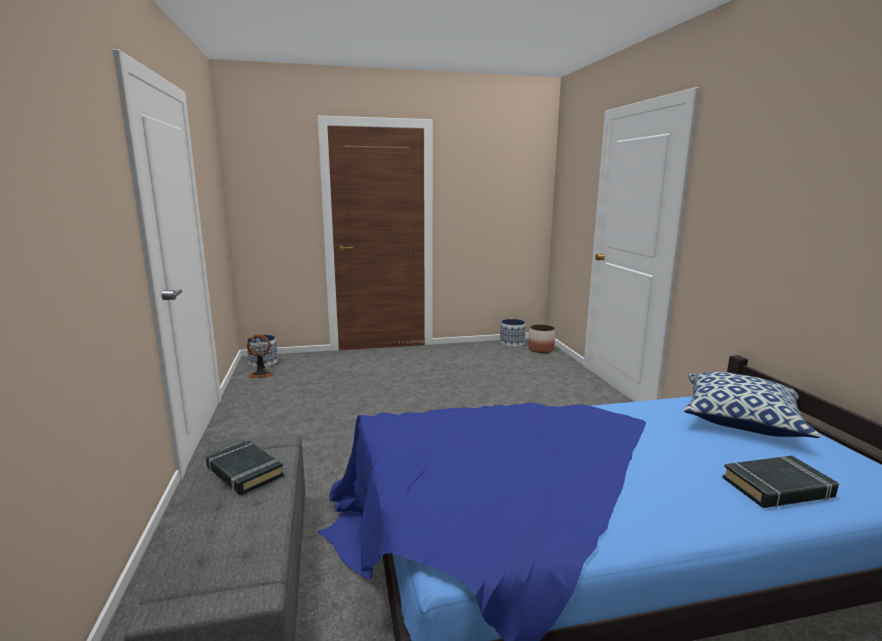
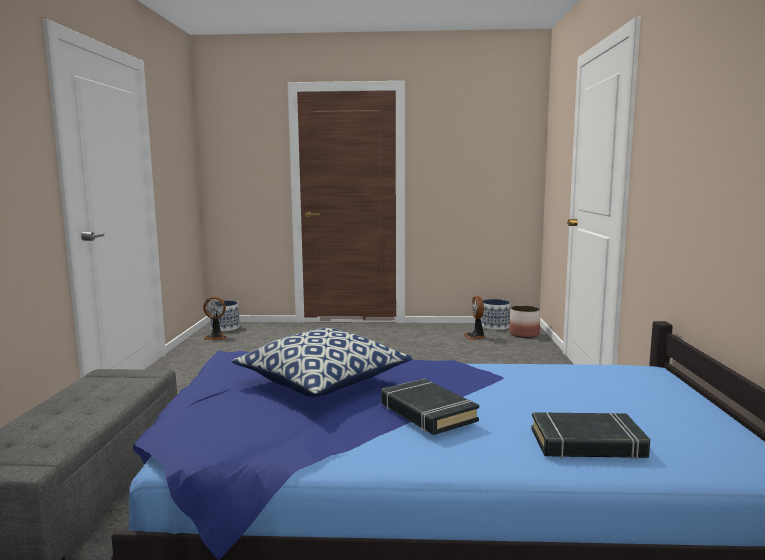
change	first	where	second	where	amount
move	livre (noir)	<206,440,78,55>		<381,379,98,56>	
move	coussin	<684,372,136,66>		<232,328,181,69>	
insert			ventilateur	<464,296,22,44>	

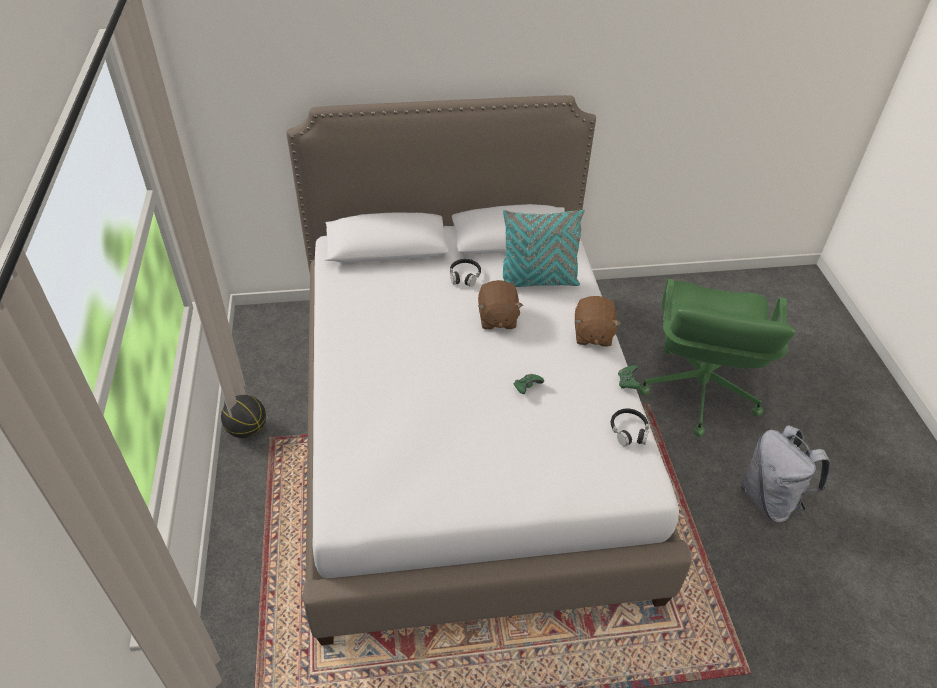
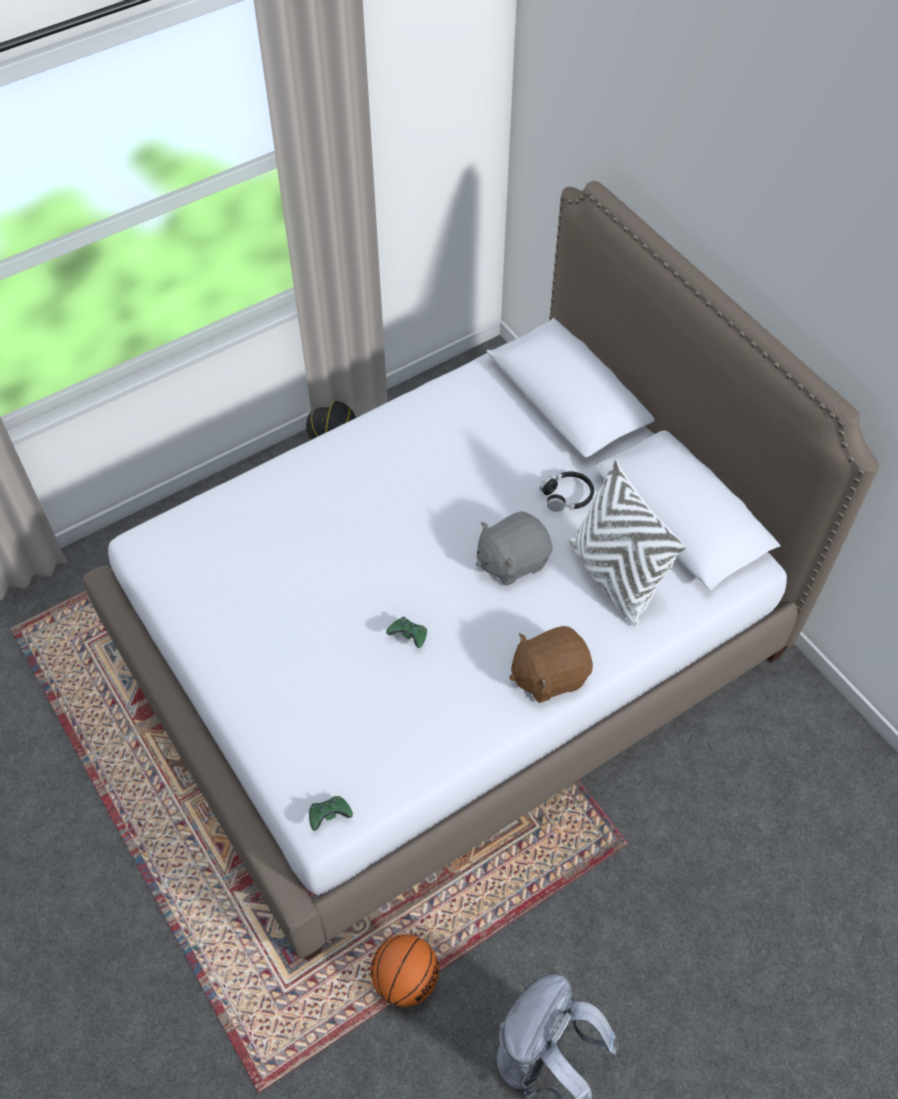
change	first	where	second	where	amount
recolor	peluche (marron)	<478,280,45,50>	peluche (gris)	<476,511,76,75>	
recolor	coussin (turquoise)	<503,209,82,78>	coussin (blanc)	<569,459,117,168>	
delete	casque audio (noir)	<611,408,38,38>			
move	manette (vert)	<618,365,22,24>		<309,796,44,35>	
delete	chaise de bureau (vert)	<639,279,157,158>			
insert			ballon de basket	<371,934,68,73>	

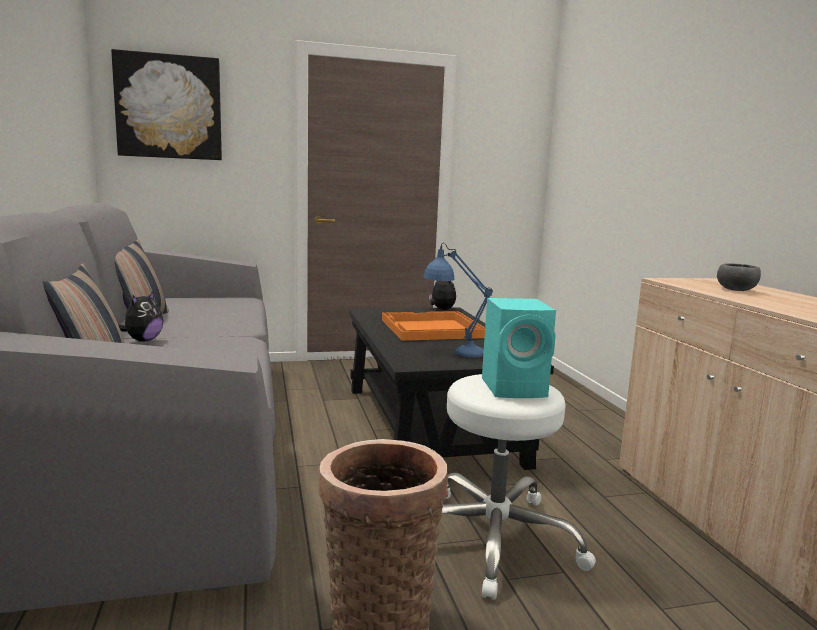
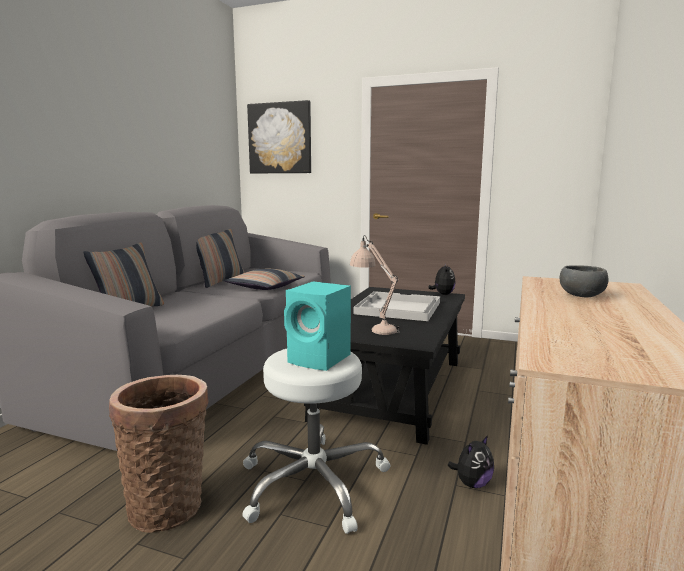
change	first	where	second	where	amount
move	peluche	<118,291,45,51>		<448,435,46,53>	
recolor	plateau (orange)	<382,311,103,30>	plateau (blanc)	<353,291,87,30>	
recolor	lampe de table (bleu)	<423,243,70,114>	lampe de table (beige)	<350,235,50,100>	
insert			coussin	<224,269,81,21>	

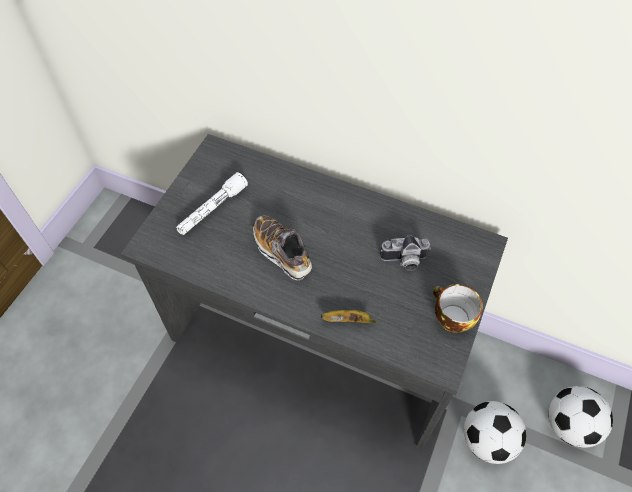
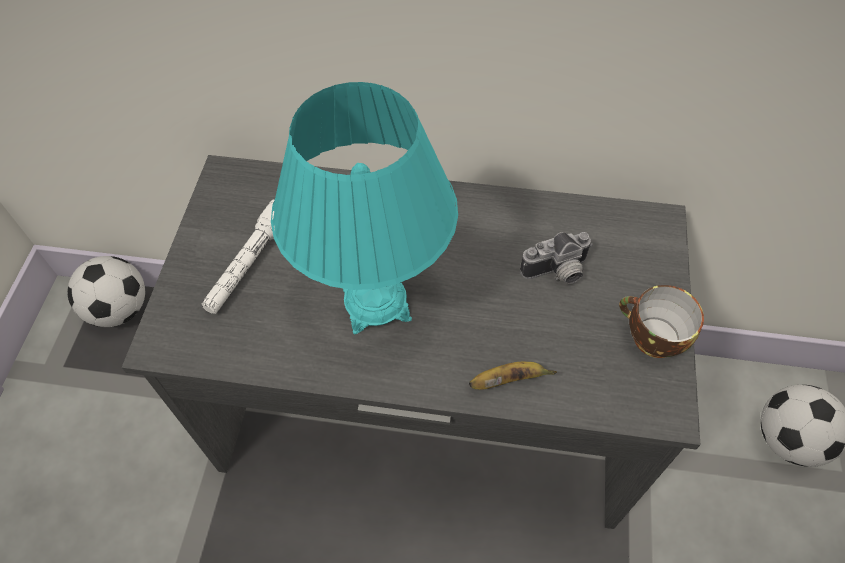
change	first	where	second	where	amount
replace	chaussure	<253,215,59,66>	lampe de table (turquoise)	<271,82,187,252>	
move	ballon de foot	<464,401,62,63>		<67,256,78,71>	

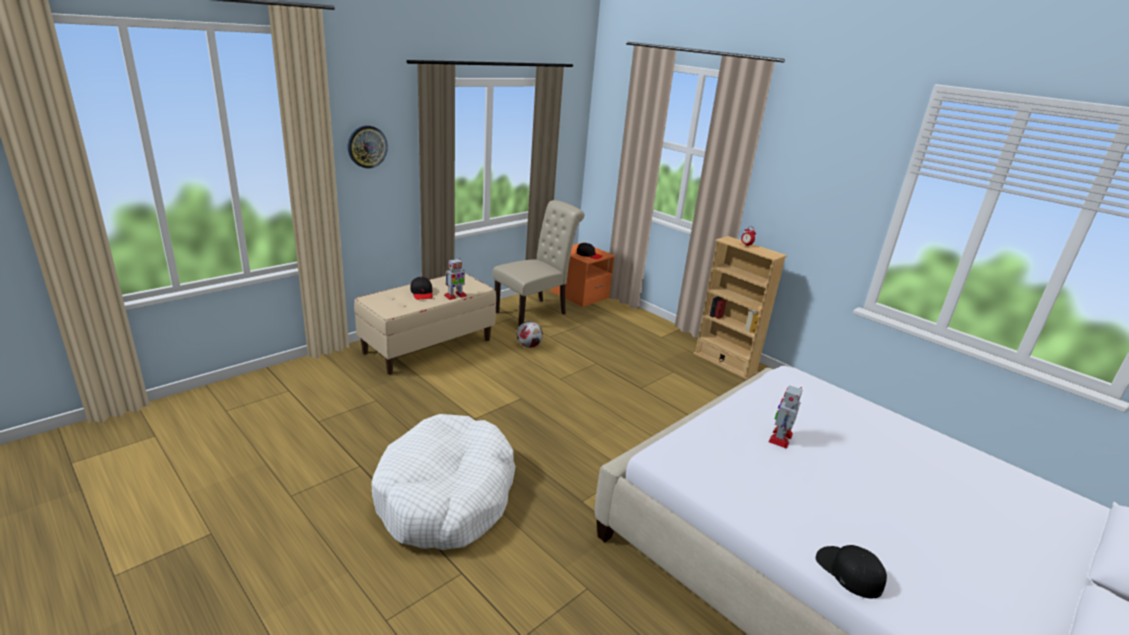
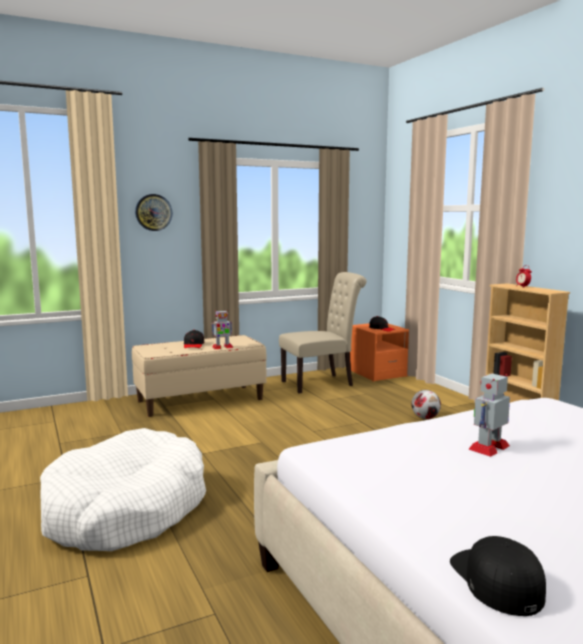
change	first	where	second	where	amount
move	ballon de foot	<517,321,26,27>		<411,390,30,29>	

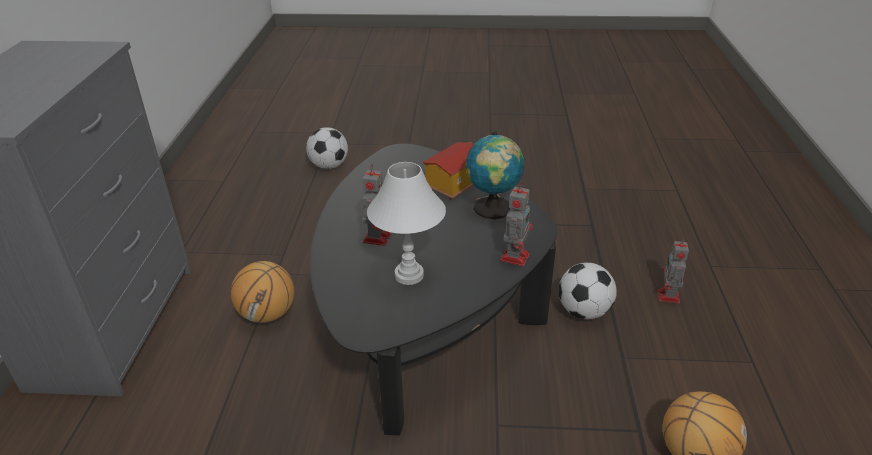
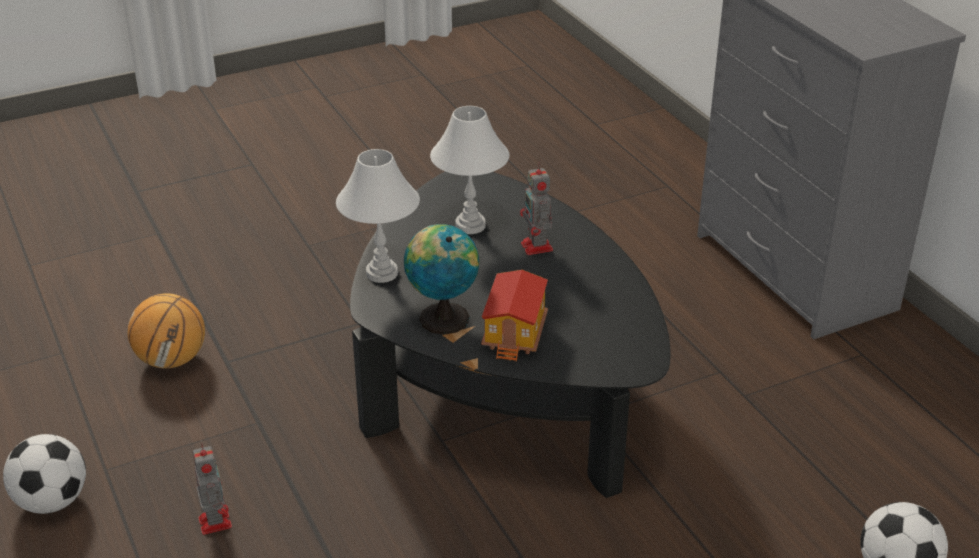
change	first	where	second	where	amount
delete	ballon de basket	<231,261,63,62>			
replace	robot jouet	<500,181,33,85>	lampe de table (blanc)	<336,149,84,134>	
move	ballon de foot	<558,263,59,57>		<3,434,83,80>	

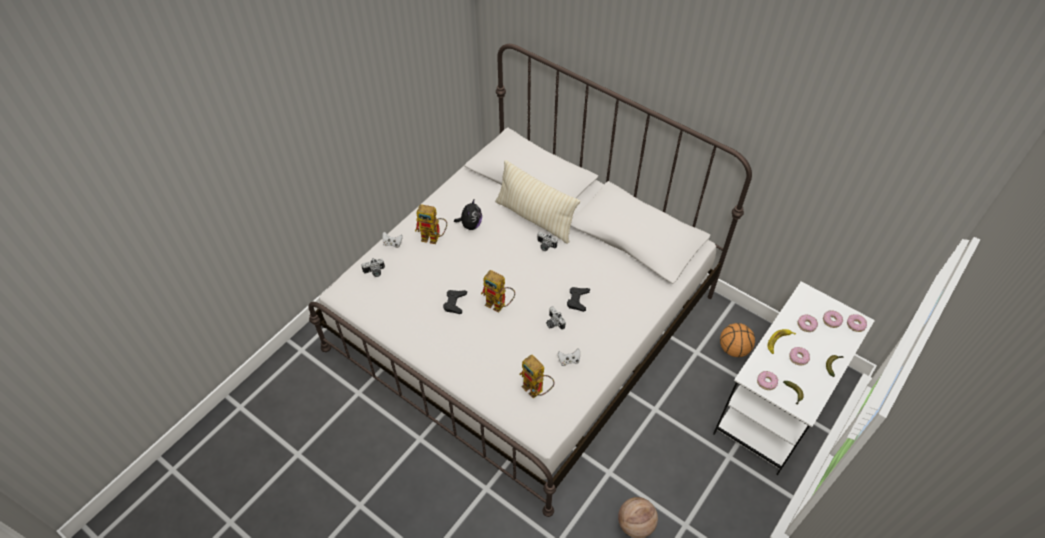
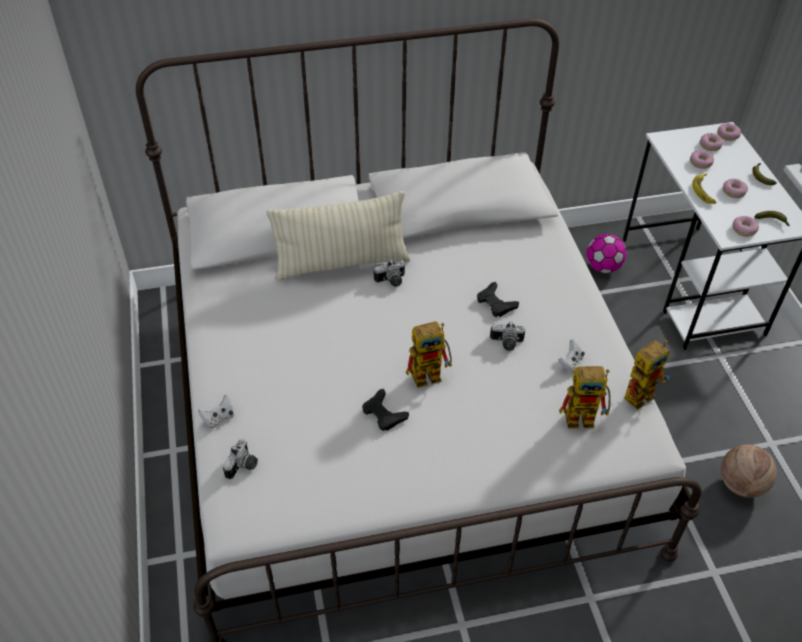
change	first	where	second	where	amount
move	robot jouet	<415,204,32,40>		<624,340,46,70>	
delete	peluche	<454,198,28,32>			
replace	ballon de basket	<720,323,35,34>	ballon de foot	<586,234,40,39>	

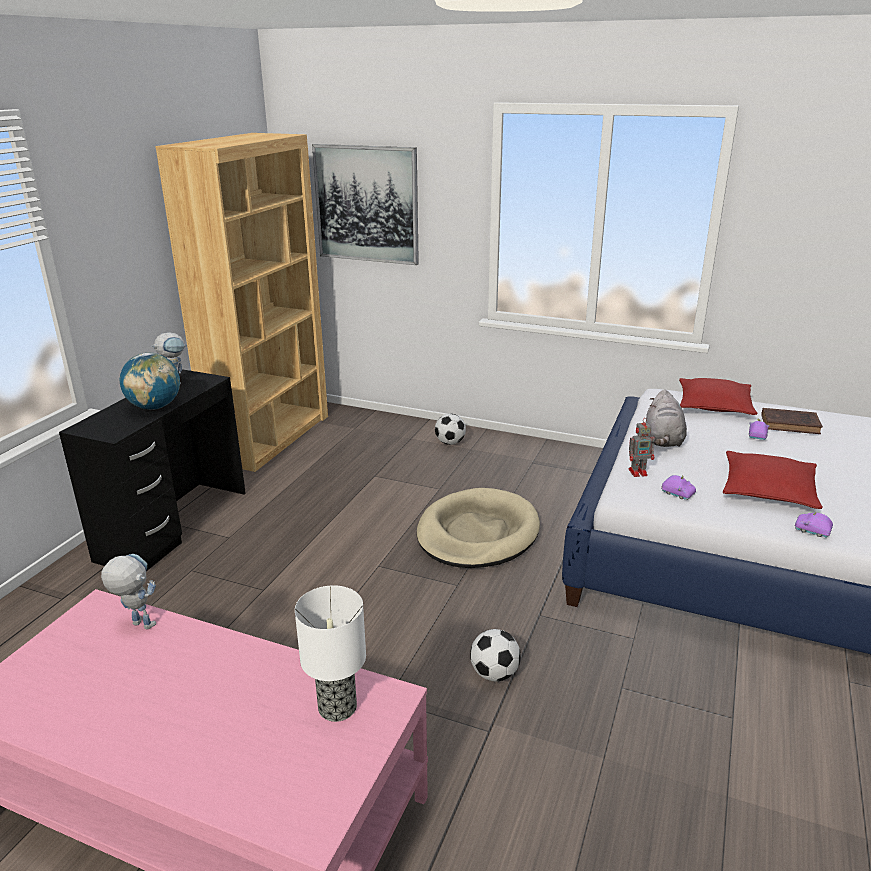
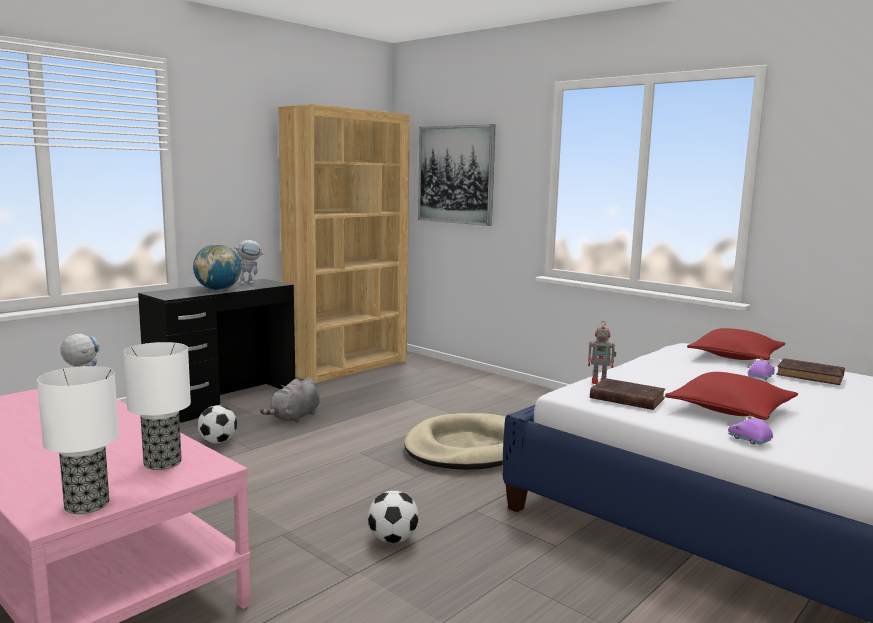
change	first	where	second	where	amount
move	ballon de foot	<435,414,31,31>		<197,405,40,38>	
move	peluche (gris)	<646,389,41,58>		<260,377,60,46>	
replace	petite voiture (violet)	<661,475,35,25>	livre (marron)	<590,378,75,32>	
insert			lampe de table	<37,366,82,148>	

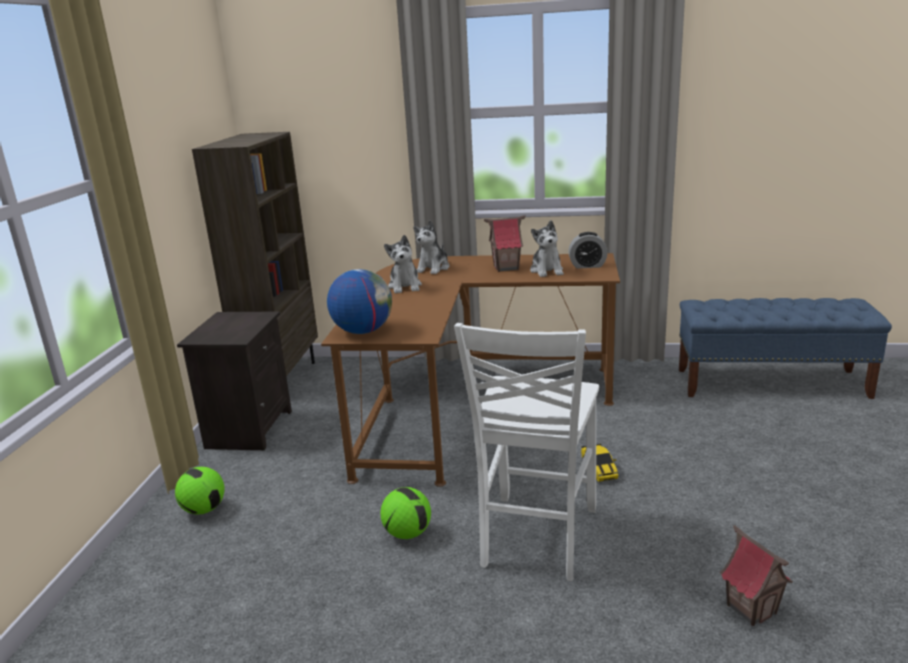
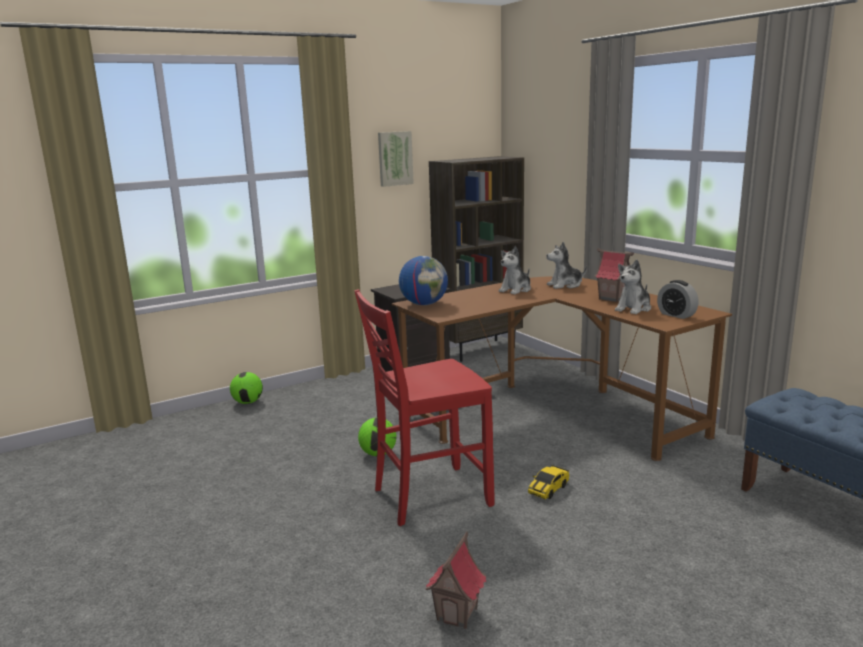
change	first	where	second	where	amount
move	ballon de foot	<175,467,50,48>		<230,372,33,32>	
recolor	chaise (blanc)	<454,323,145,258>	chaise (rouge)	<354,289,141,237>	
insert			tableau	<378,131,36,56>	

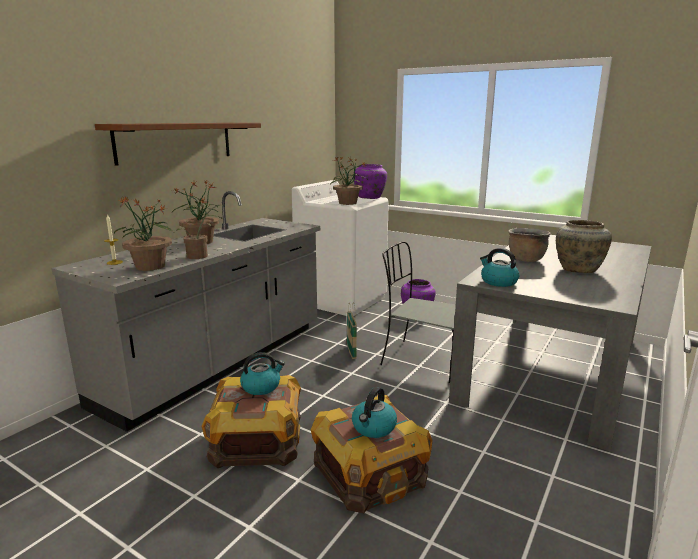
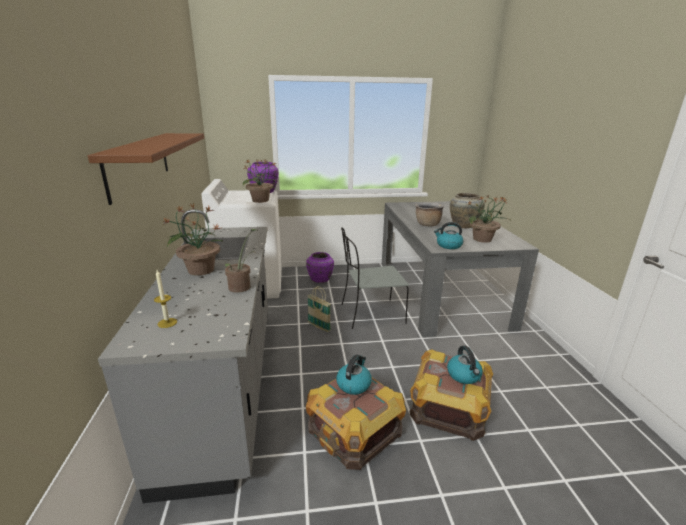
change	first	where	second	where	amount
move	plante en pot	<114,196,61,75>		<466,196,44,47>	

